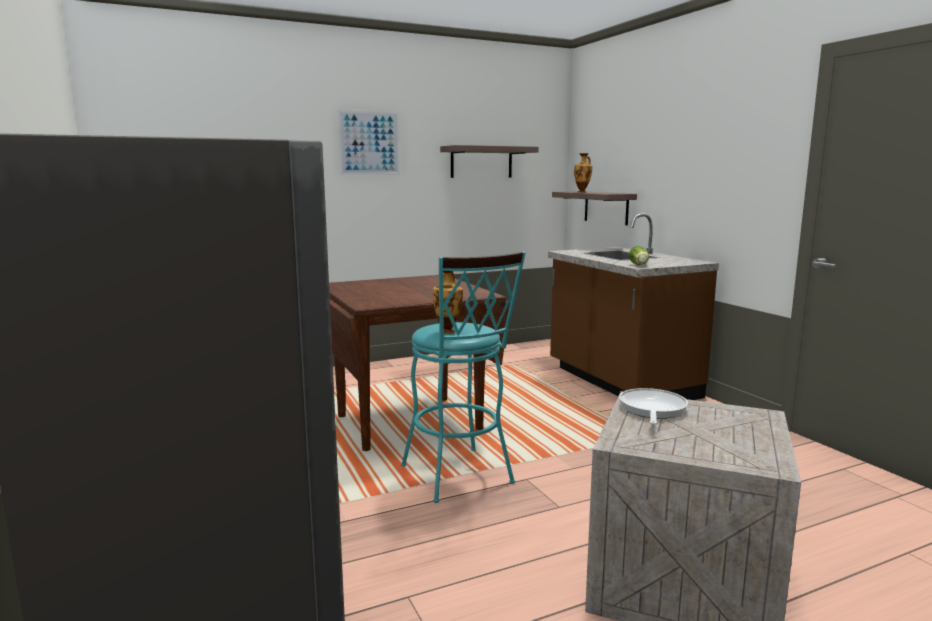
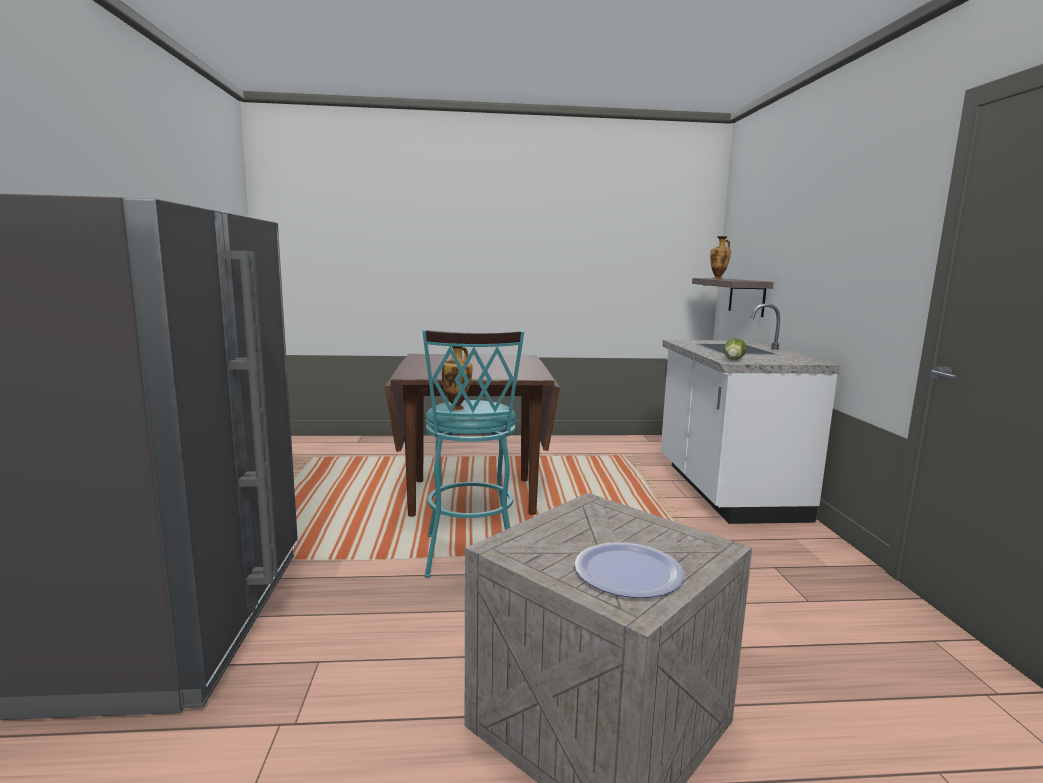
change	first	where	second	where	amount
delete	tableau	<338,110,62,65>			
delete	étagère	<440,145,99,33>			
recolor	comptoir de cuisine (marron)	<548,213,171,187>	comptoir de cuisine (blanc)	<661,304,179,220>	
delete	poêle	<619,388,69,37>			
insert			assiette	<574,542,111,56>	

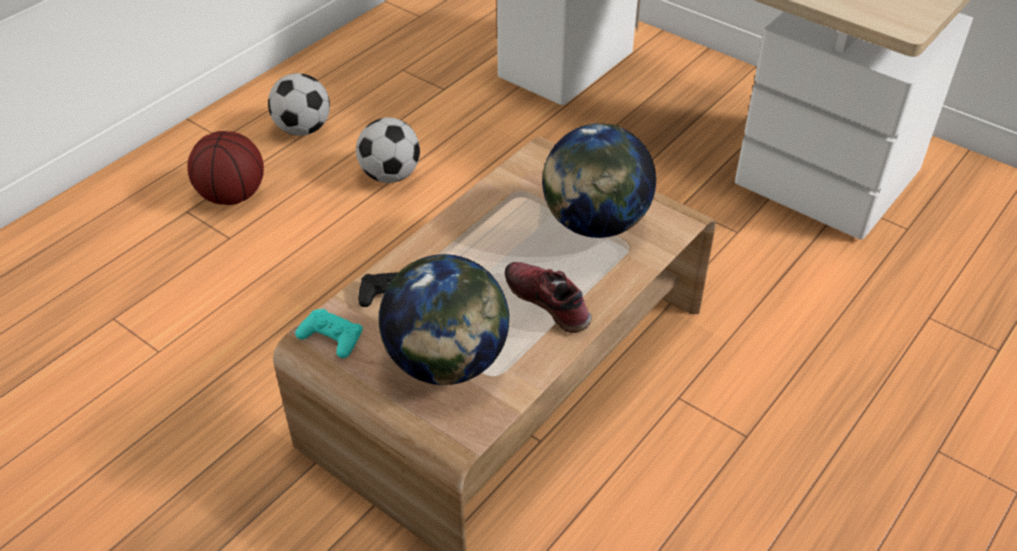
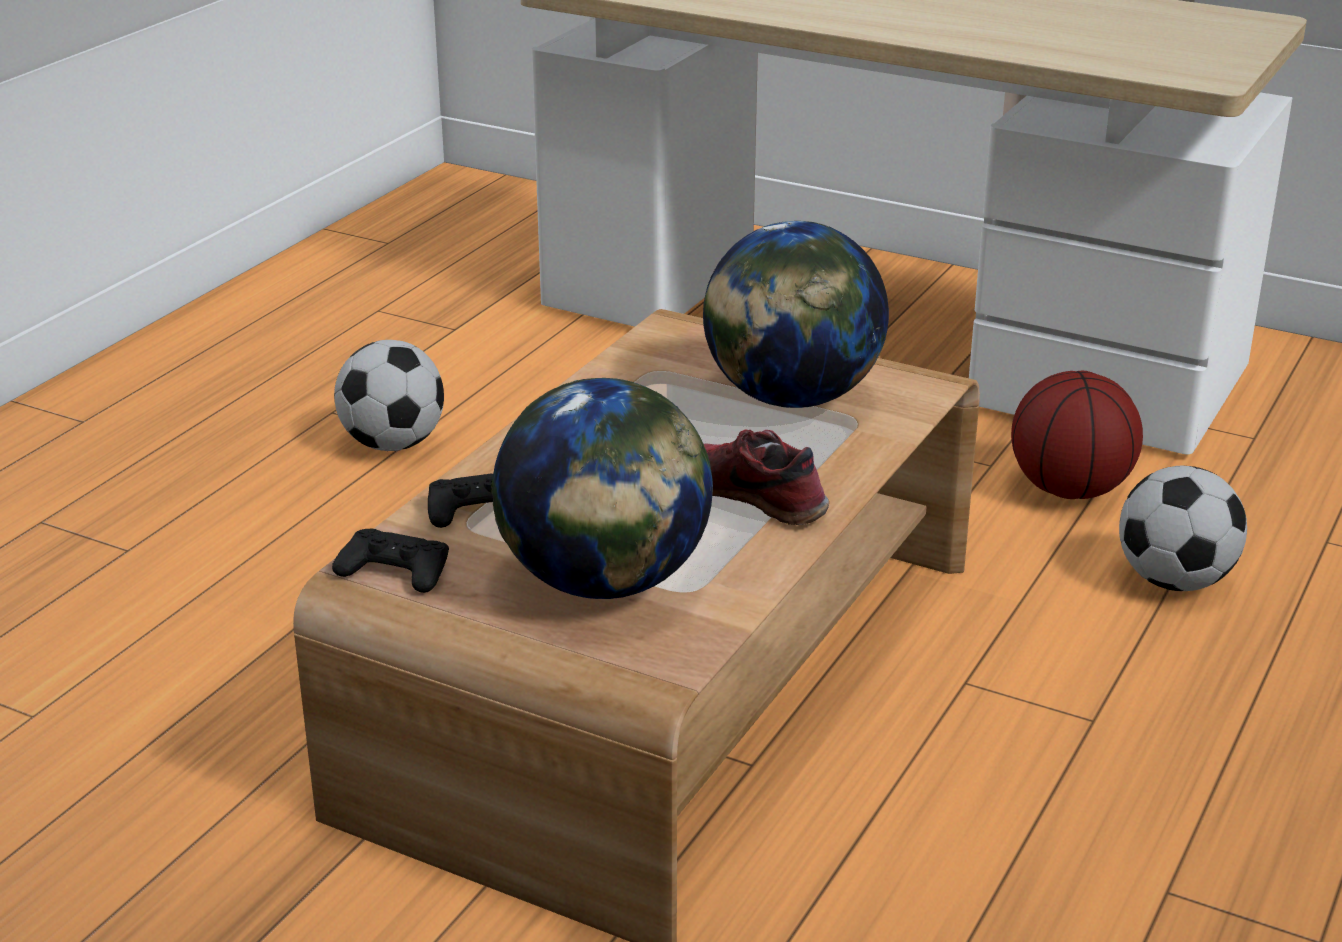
change	first	where	second	where	amount
move	ballon de basket	<187,131,77,74>		<1011,371,132,128>	
move	ballon de foot	<268,73,62,63>		<1119,466,128,125>	
recolor	manette (turquoise)	<295,309,68,49>	manette (noir)	<332,528,117,65>	

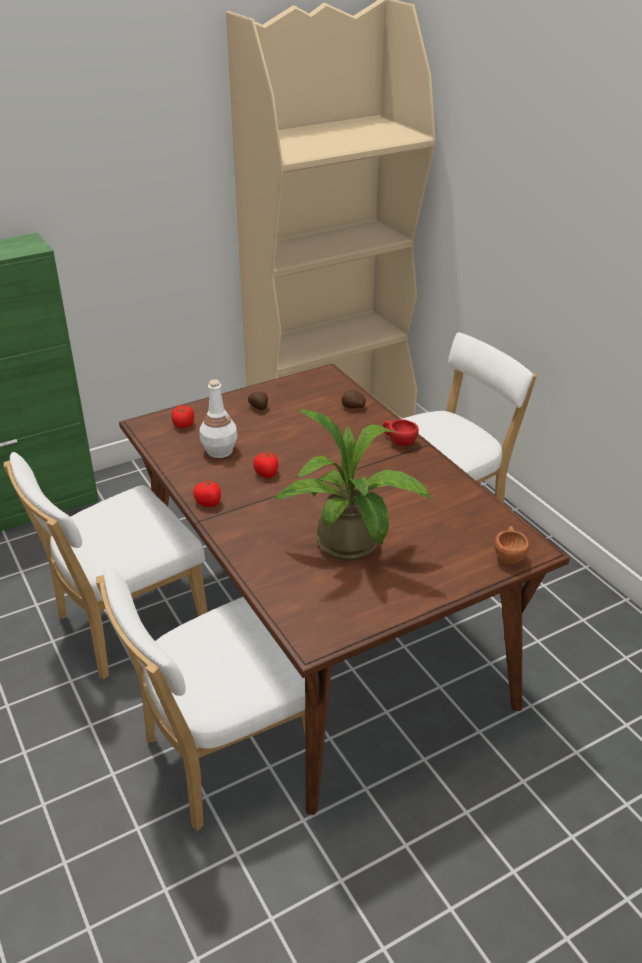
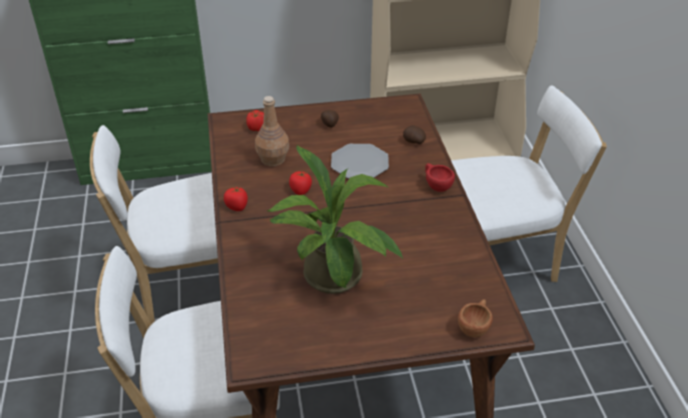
change	first	where	second	where	amount
recolor	bouteille (blanc)	<199,379,38,79>	bouteille (marron)	<255,96,34,71>	
insert			assiette	<331,144,58,35>	

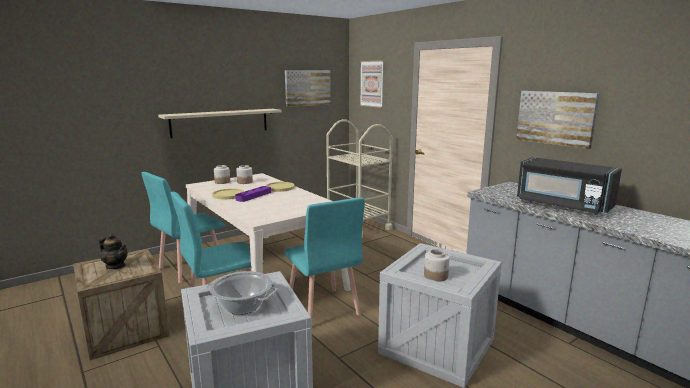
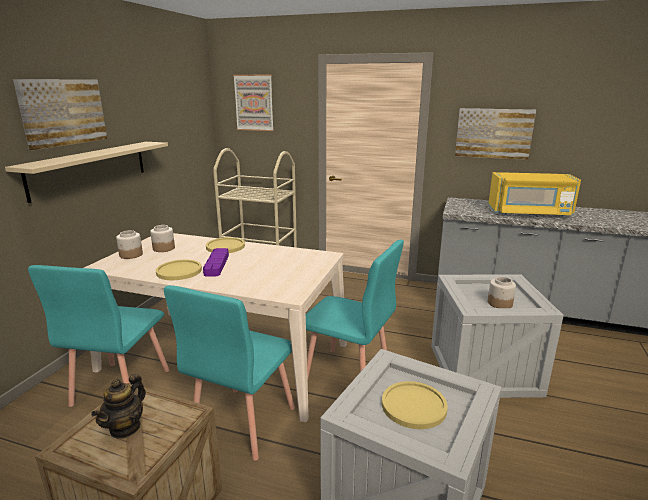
change	first	where	second	where	amount
rotate	théière	<99,233,29,36>		<91,374,55,65>	120 degrees clockwise
replace	marmite	<206,271,71,44>	assiette (jaune)	<382,381,66,48>	
move	tableau	<285,70,46,37>		<13,79,94,71>	
recolor	micro-ondes (noir)	<517,157,105,58>	micro-ondes (jaune)	<488,172,93,45>	

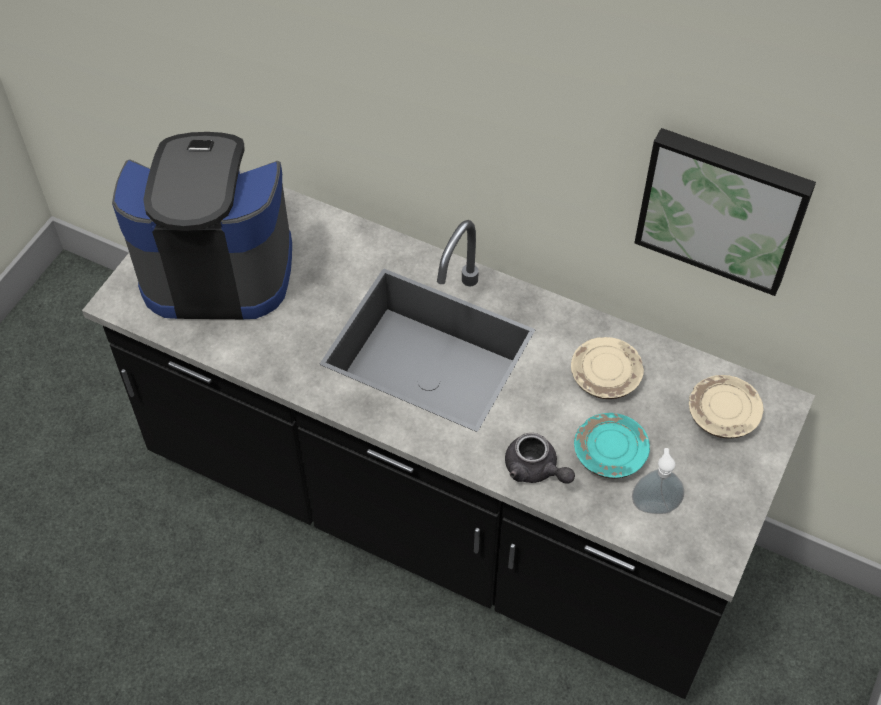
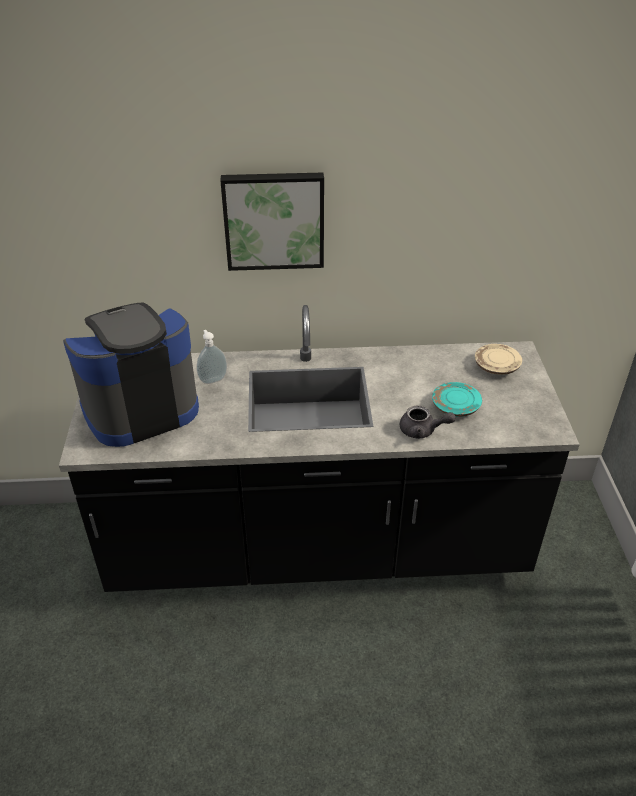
change	first	where	second	where	amount
delete	assiette (beige)	<571,337,73,62>			
move	distributeur de savon	<632,448,52,66>		<197,330,30,54>	
move	tableau	<634,128,182,168>		<220,172,104,99>	

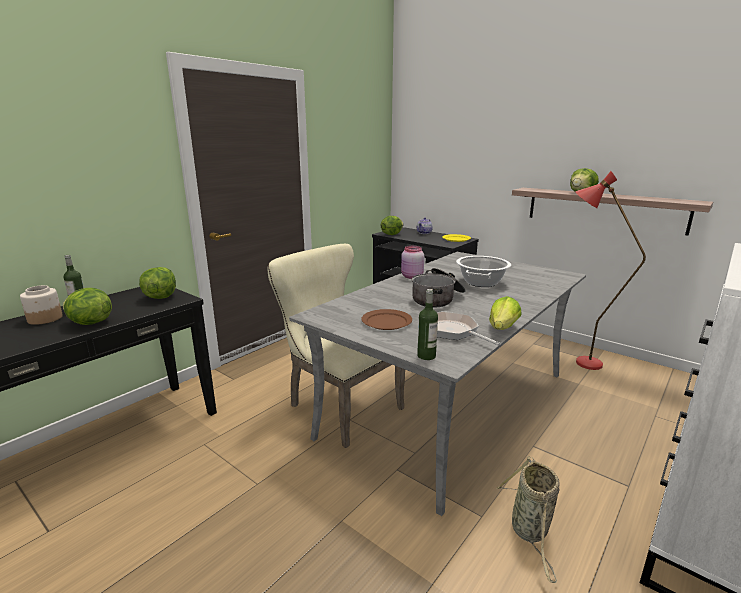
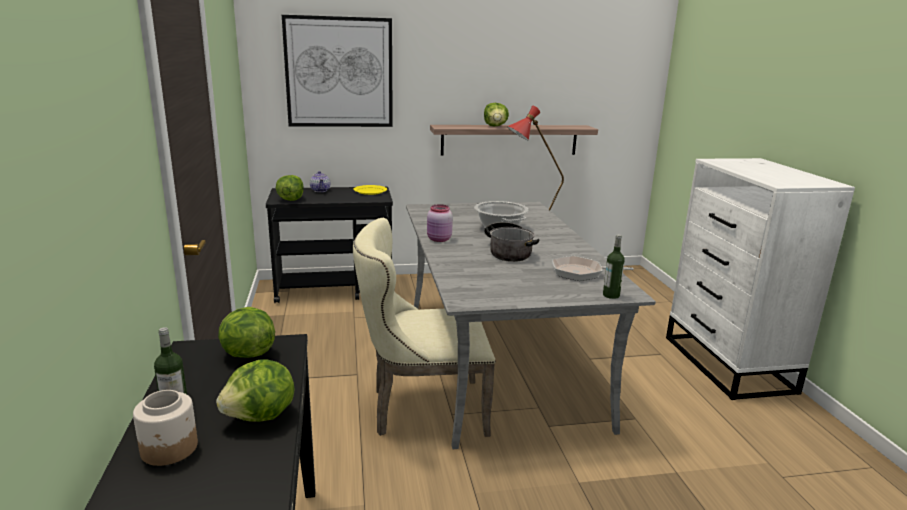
change	first	where	second	where	amount
delete	assiette (marron)	<361,309,51,21>			
delete	laitue	<489,296,33,34>			
delete	panier	<496,456,64,127>			
insert			tableau	<282,15,111,112>	

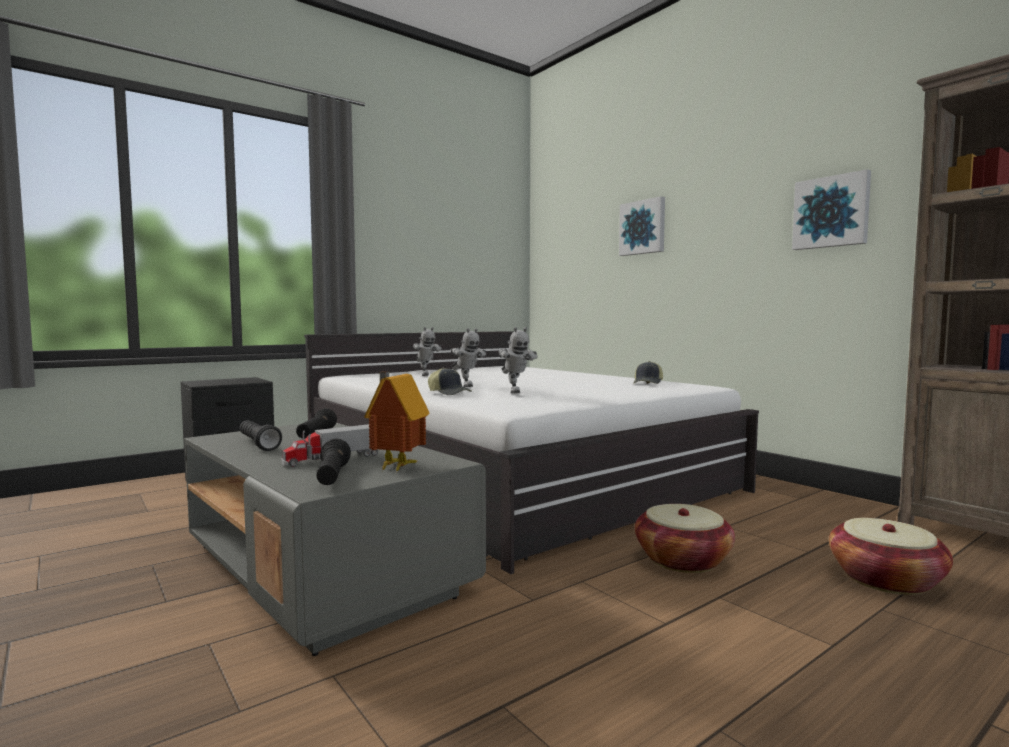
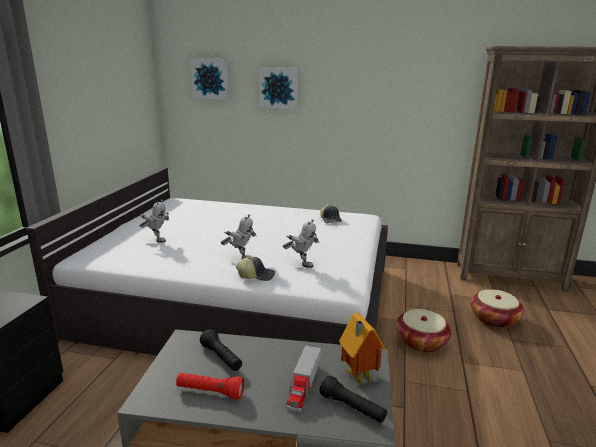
change	first	where	second	where	amount
recolor	lampe de poche (noir)	<239,420,43,31>	lampe de poche (rouge)	<176,373,68,27>	
move	tableau	<792,169,79,81>		<190,58,40,42>	

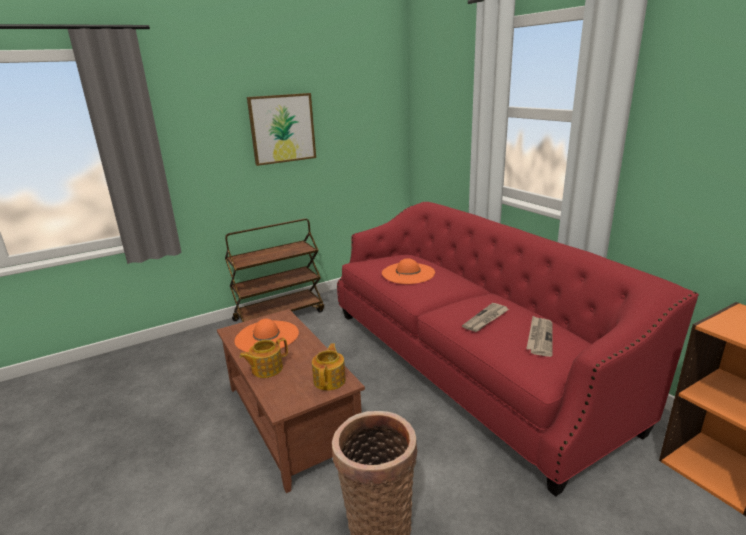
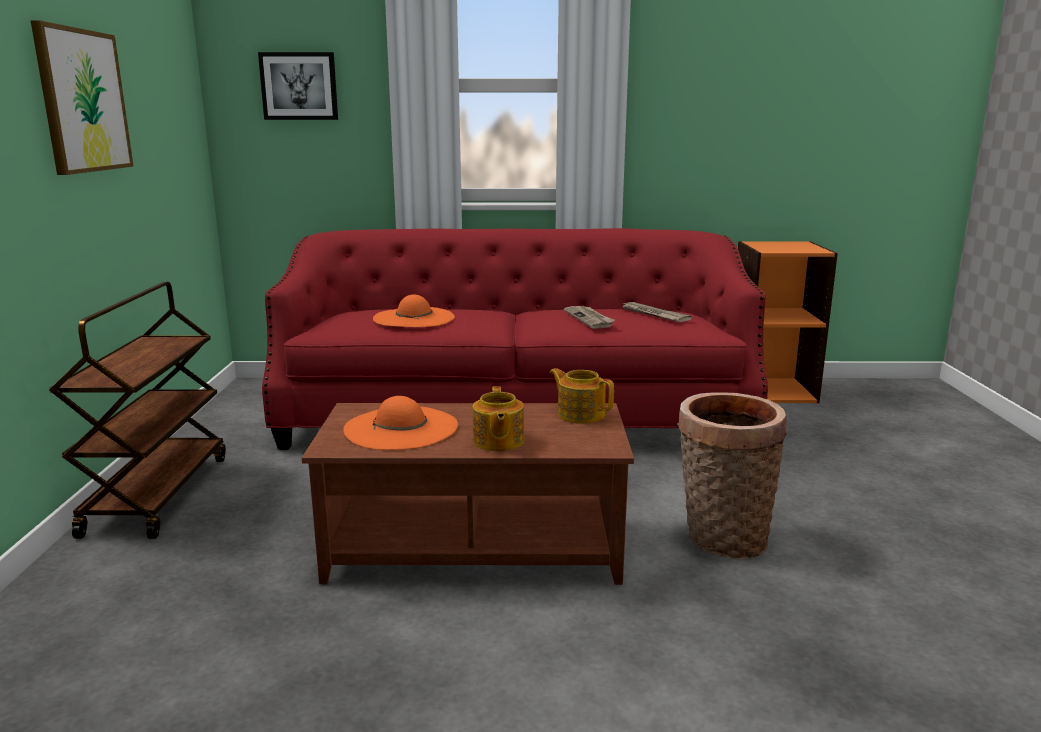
change	first	where	second	where	amount
insert			tableau	<258,52,80,68>	

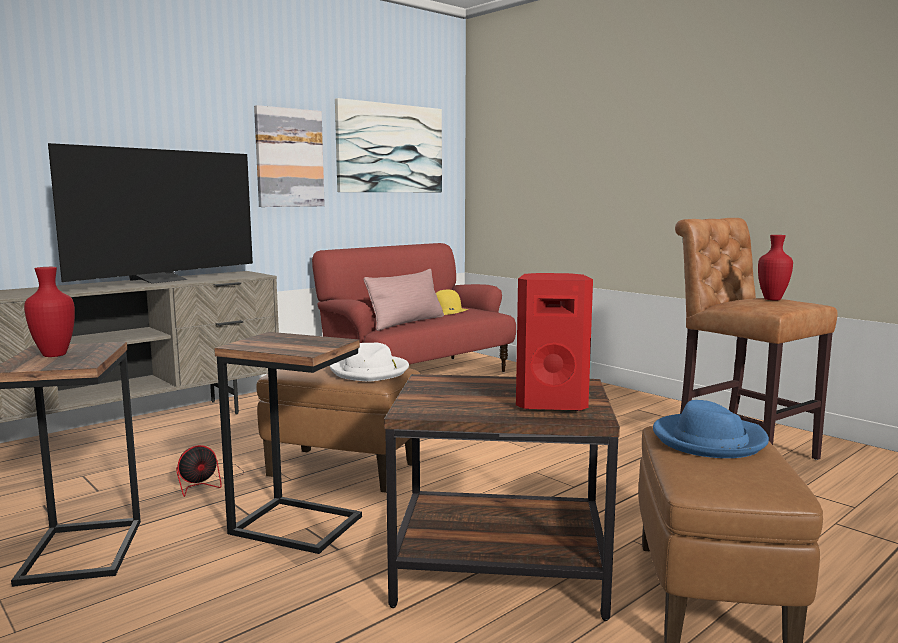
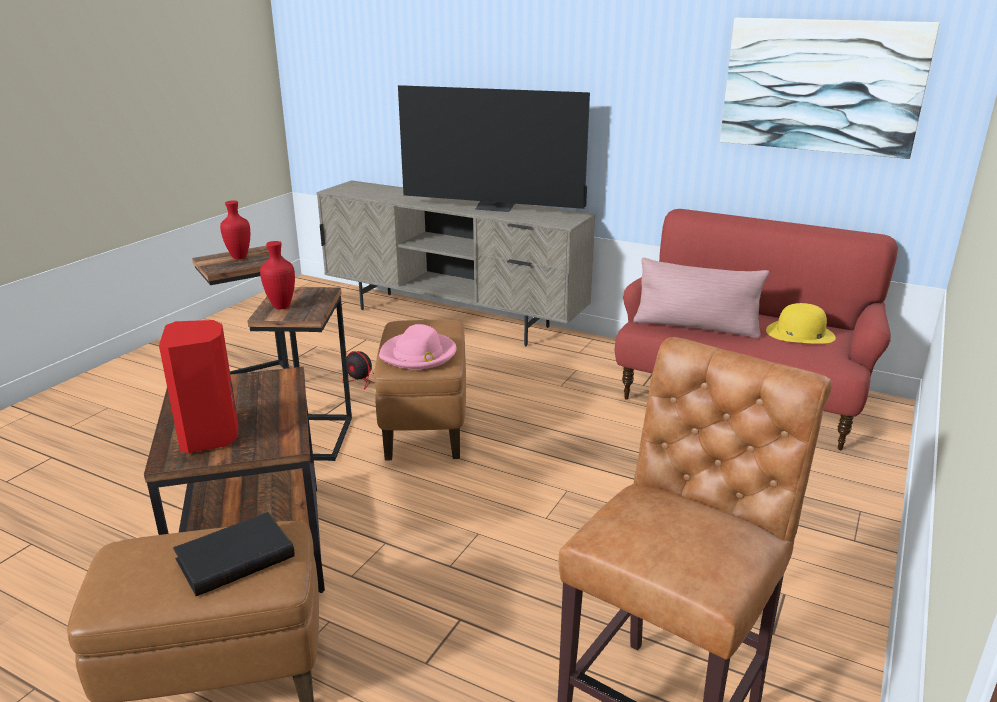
change	first	where	second	where	amount
delete	tableau	<254,105,71,102>			
recolor	chapeau (blanc)	<330,343,79,39>	chapeau (rose)	<379,324,77,45>	
replace	chapeau (bleu)	<653,400,116,58>	livre (noir)	<173,512,122,84>	
move	vase (rouge)	<758,235,35,65>		<260,241,35,68>	

